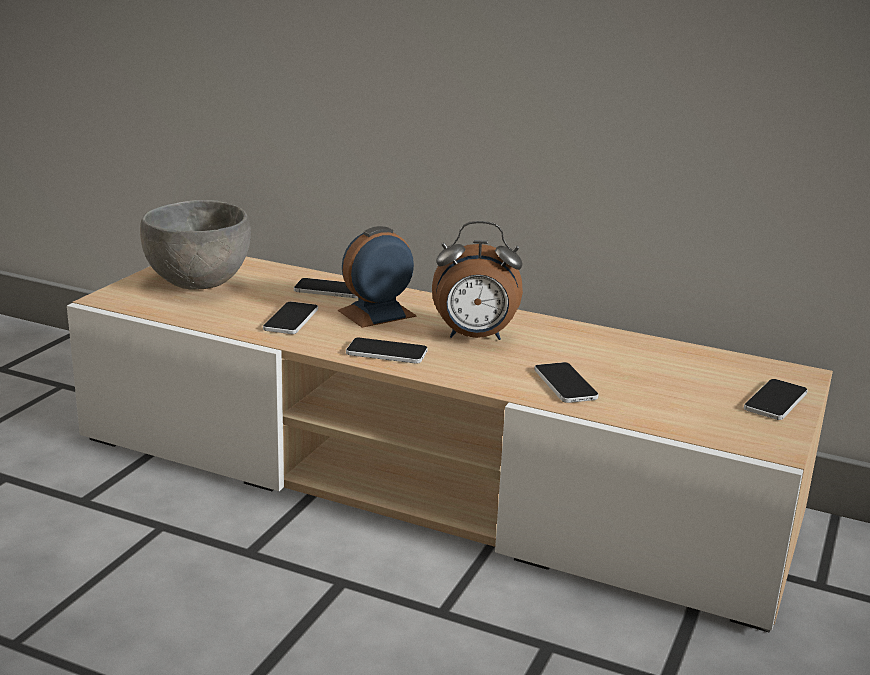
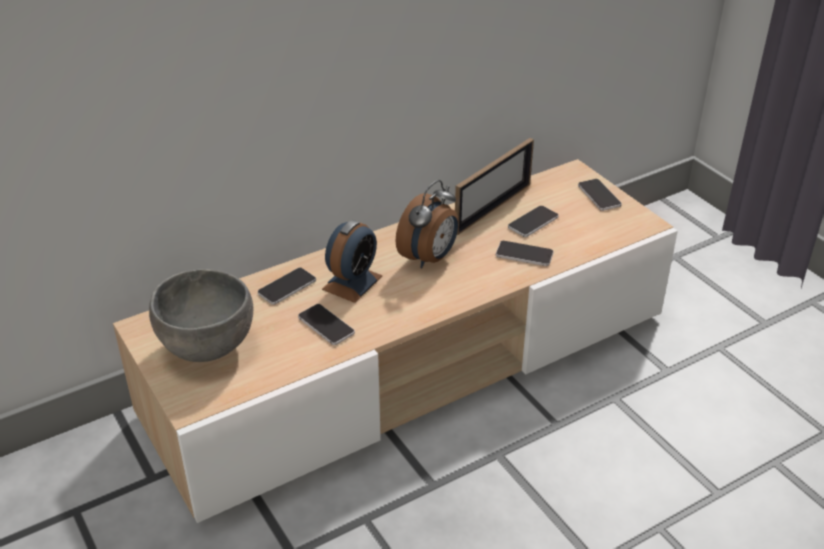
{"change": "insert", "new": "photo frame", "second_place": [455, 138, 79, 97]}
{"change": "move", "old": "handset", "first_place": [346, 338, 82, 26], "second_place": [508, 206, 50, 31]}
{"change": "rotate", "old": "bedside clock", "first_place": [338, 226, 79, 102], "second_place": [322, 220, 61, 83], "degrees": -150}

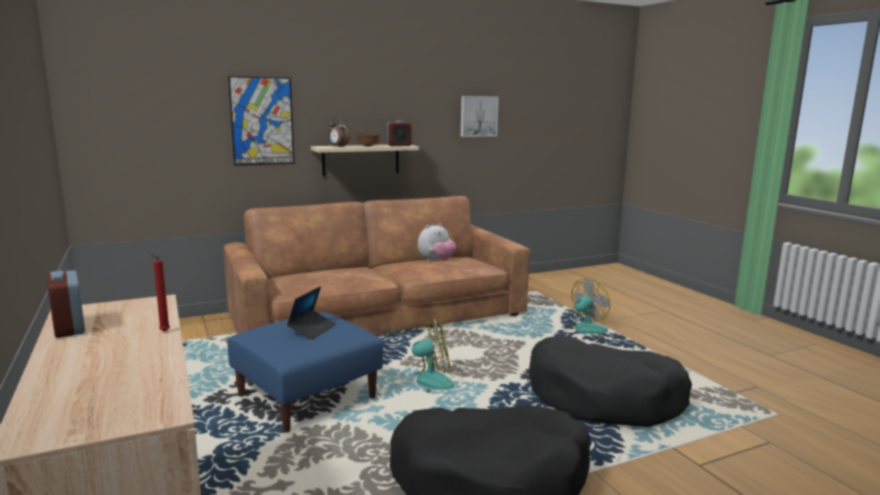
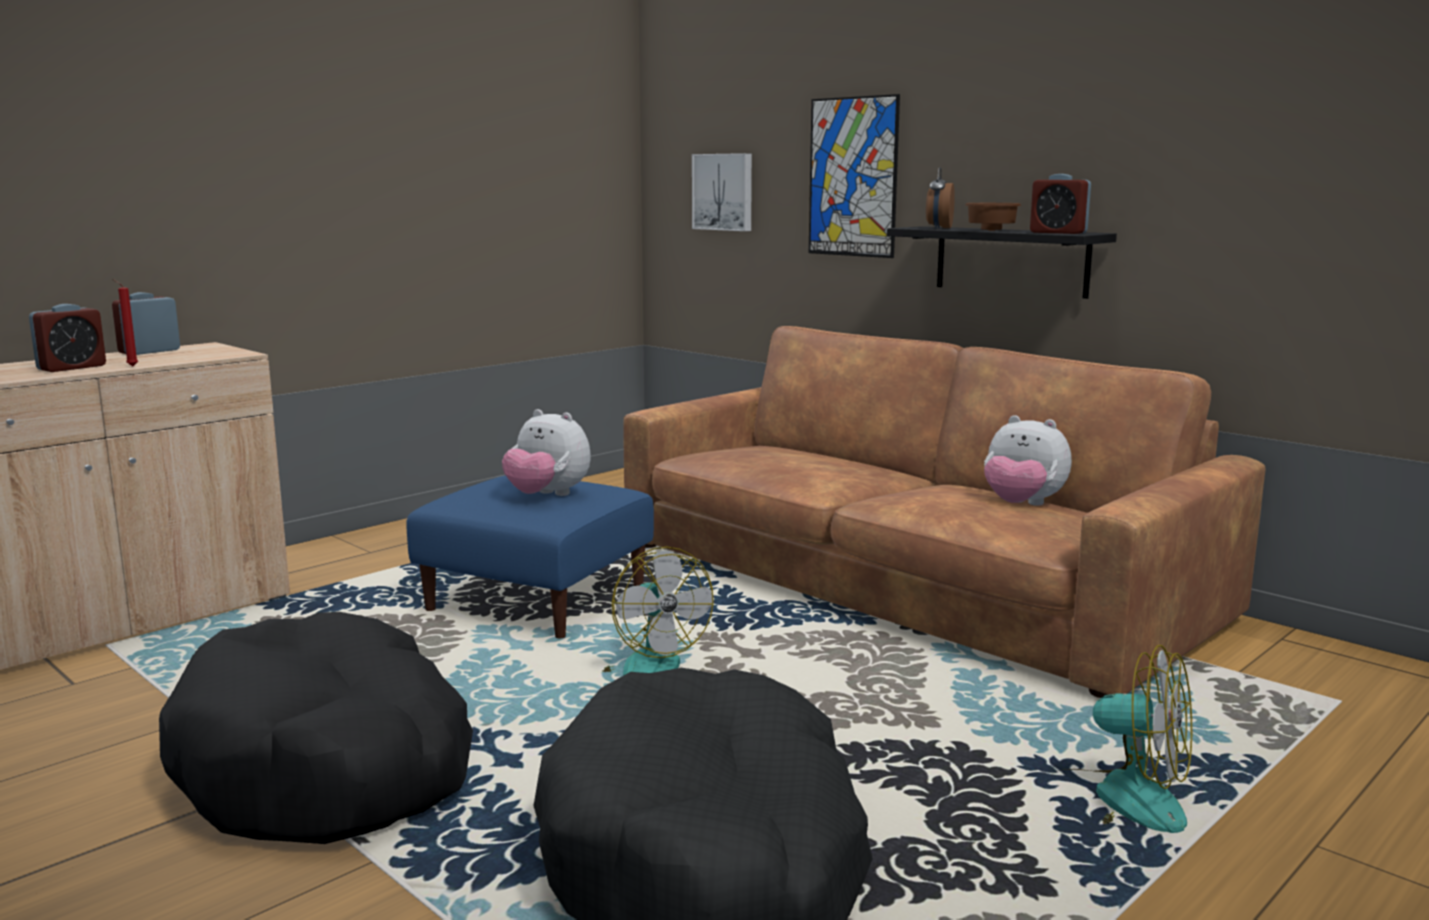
{"change": "insert", "new": "bedside clock", "second_place": [29, 304, 77, 68]}
{"change": "move", "old": "picture", "first_place": [461, 96, 38, 41], "second_place": [692, 153, 60, 78]}
{"change": "replace", "old": "laptop", "new": "cuddly toy", "first_place": [287, 286, 49, 54], "second_place": [502, 409, 88, 87]}
{"change": "recolor", "old": "shelf in sand-coloured", "new": "shelf in blackish", "first_place": [311, 145, 108, 31], "second_place": [887, 226, 230, 73]}

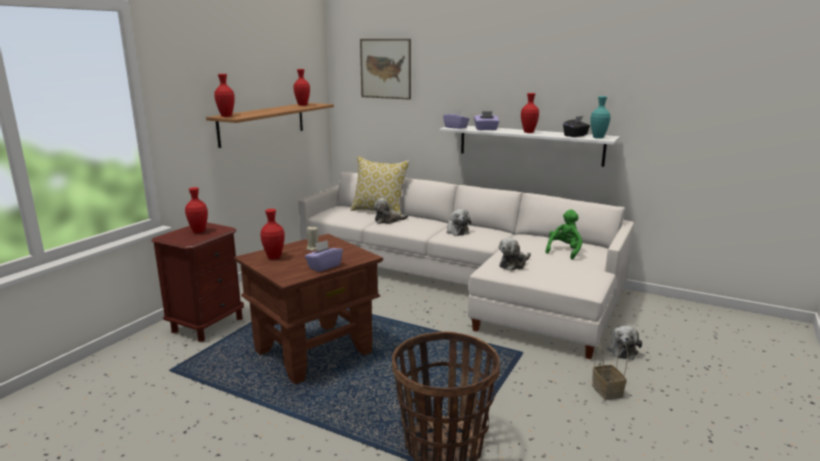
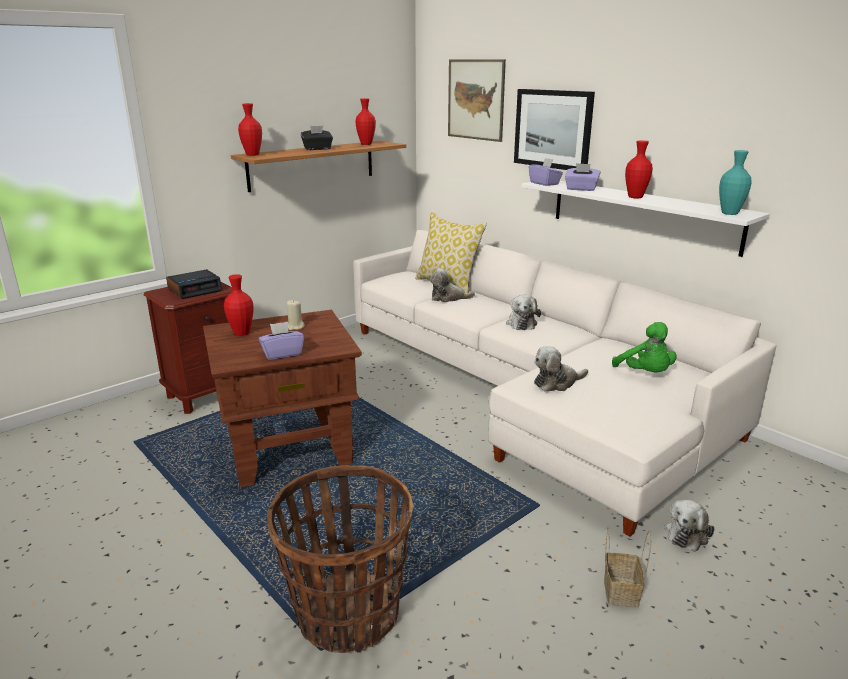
{"change": "insert", "new": "picture", "second_place": [514, 89, 81, 81]}
{"change": "move", "old": "tissue box in blackish", "first_place": [563, 116, 27, 21], "second_place": [301, 126, 32, 24]}
{"change": "replace", "old": "flower vase in reddish", "new": "bedside clock", "first_place": [185, 187, 23, 46], "second_place": [166, 269, 56, 30]}
{"change": "rotate", "old": "cuddly toy in greenish", "first_place": [545, 209, 38, 50], "second_place": [612, 322, 65, 51], "degrees": 105}

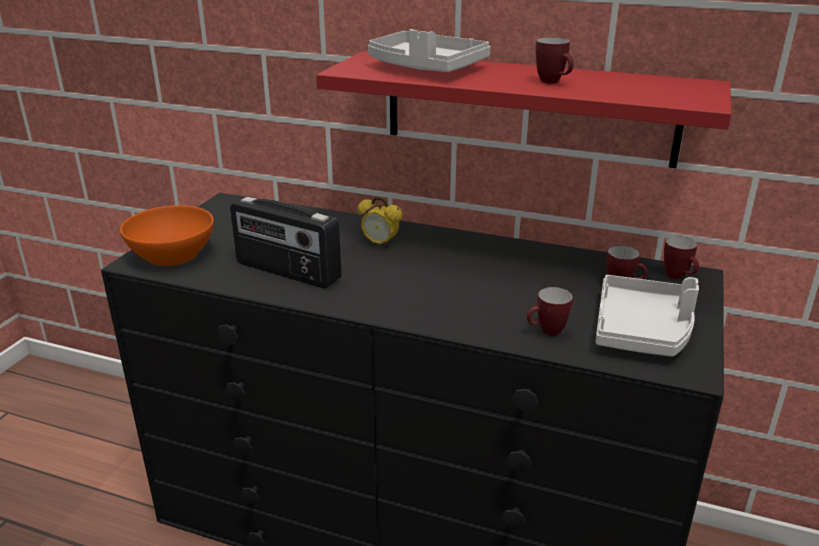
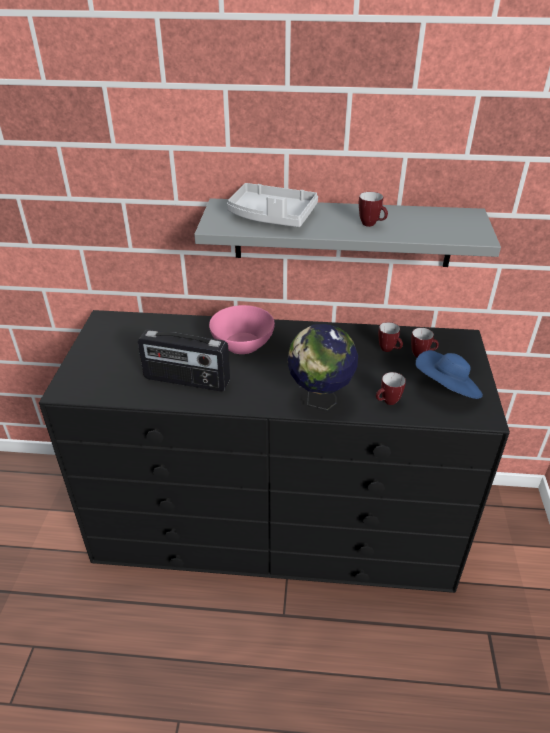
{"change": "delete", "old": "bowl in orange", "first_place": [120, 205, 94, 61]}
{"change": "insert", "new": "desk globe", "second_place": [287, 324, 71, 86]}
{"change": "move", "old": "mug", "first_place": [664, 236, 35, 43], "second_place": [378, 322, 25, 30]}
{"change": "replace", "old": "bedside clock", "new": "bowl in pink-coloured", "first_place": [358, 197, 44, 51], "second_place": [209, 305, 66, 49]}
{"change": "replace", "old": "tray in grey", "new": "clothing hat in blue", "first_place": [596, 275, 103, 82], "second_place": [415, 350, 68, 49]}
{"change": "recolor", "old": "shelf in reddish", "new": "shelf in grey", "first_place": [316, 51, 416, 117], "second_place": [194, 198, 307, 69]}

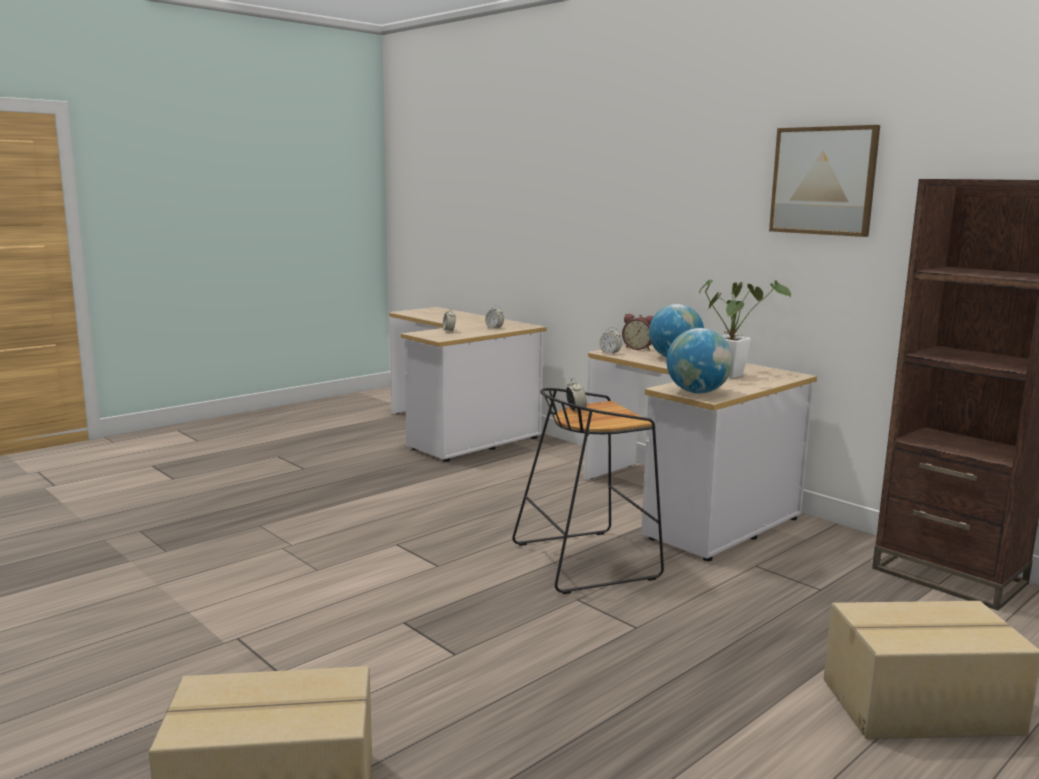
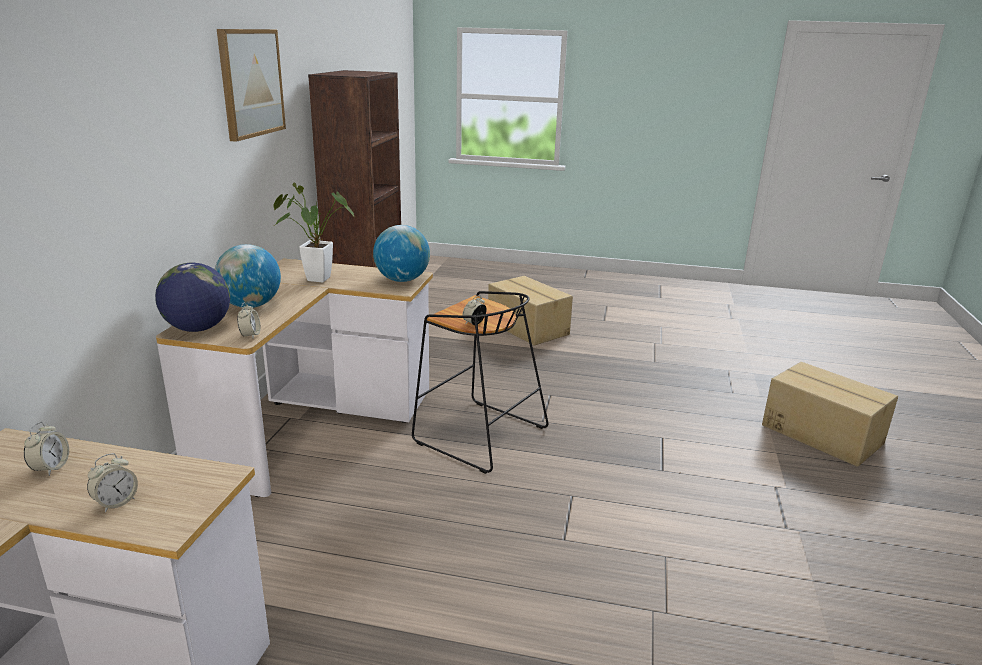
{"change": "replace", "old": "bedside clock", "new": "desk globe", "first_place": [622, 314, 32, 36], "second_place": [155, 262, 75, 70]}

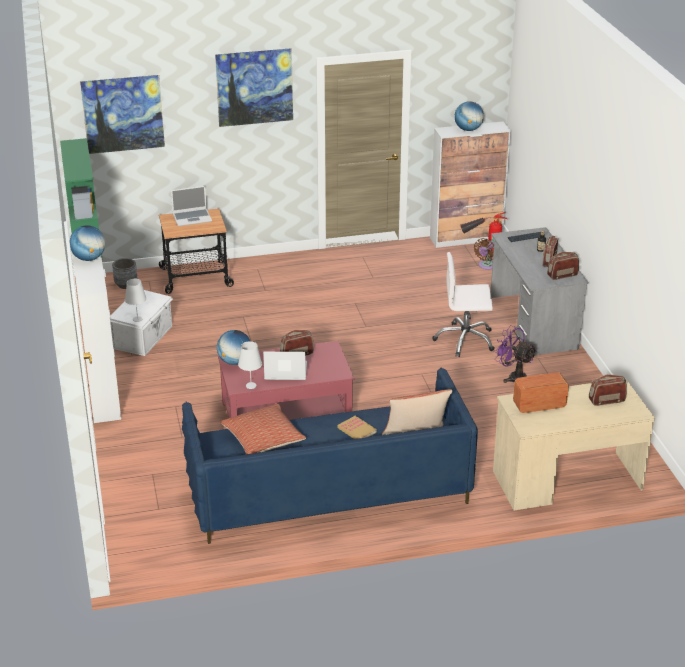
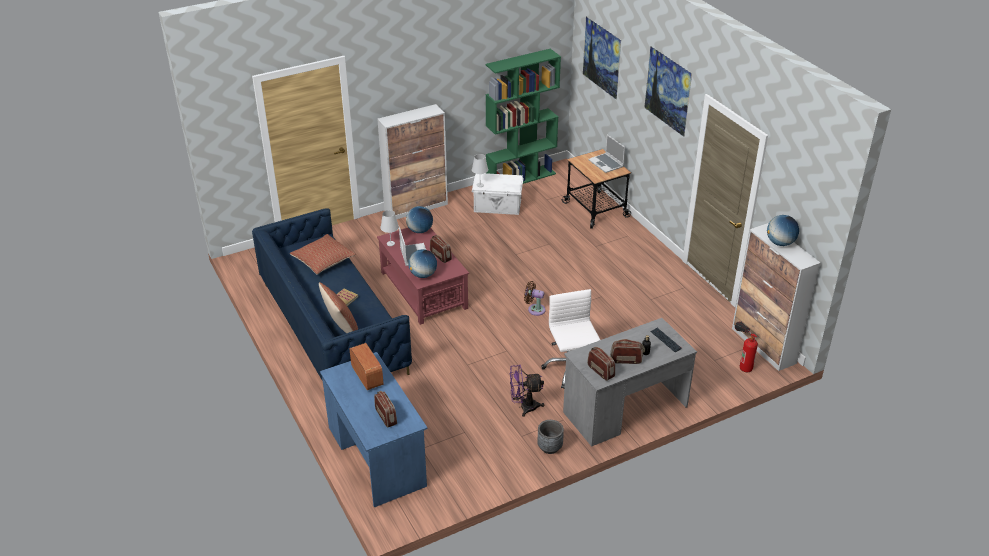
{"change": "move", "old": "desk globe", "first_place": [70, 225, 35, 36], "second_place": [408, 249, 29, 29]}
{"change": "move", "old": "flower pot in grey", "first_place": [112, 258, 25, 31], "second_place": [537, 420, 27, 34]}
{"change": "move", "old": "electric fan in brown-coloured", "first_place": [474, 238, 20, 32], "second_place": [524, 281, 22, 35]}
{"change": "recolor", "old": "desk unit in sand-coloured", "new": "desk unit in blue", "first_place": [493, 378, 162, 132], "second_place": [320, 352, 108, 155]}
{"change": "rotate", "old": "electric fan in purple", "first_place": [494, 325, 43, 58], "second_place": [510, 365, 34, 52], "degrees": -120}

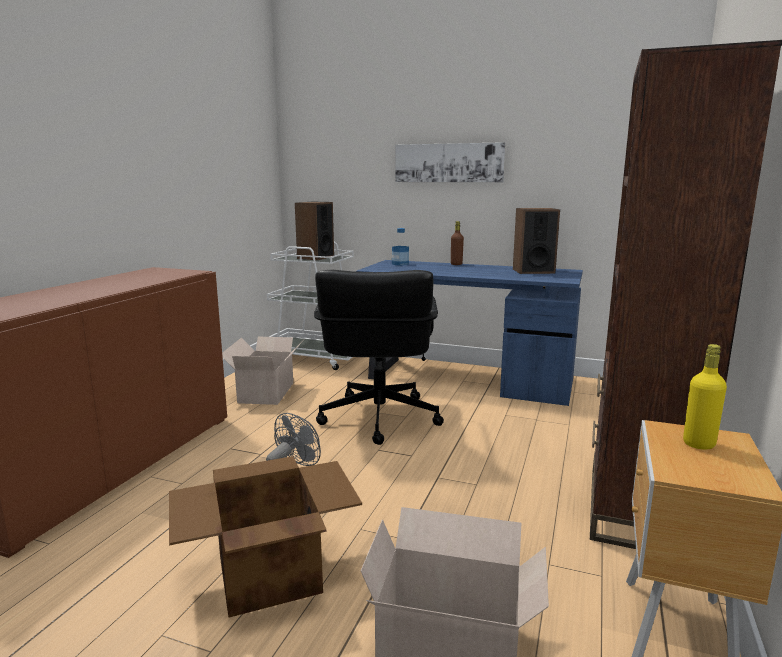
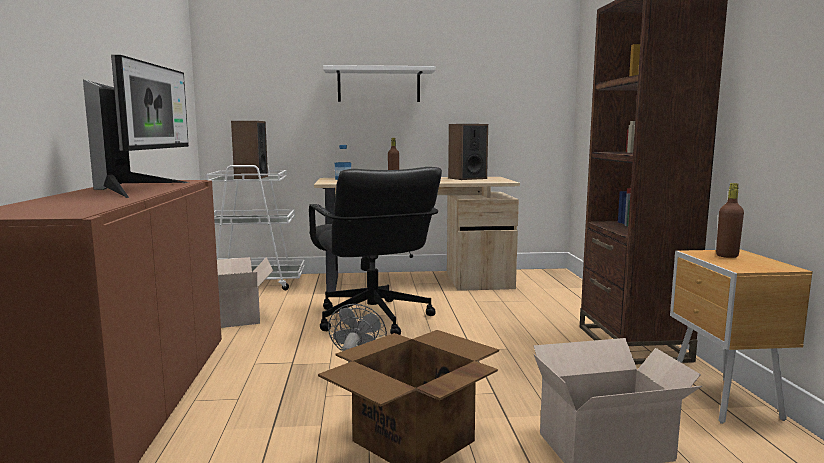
{"change": "insert", "new": "monitor", "second_place": [83, 55, 106, 143]}
{"change": "replace", "old": "picture", "new": "shelf in white-coloured", "first_place": [395, 142, 110, 40], "second_place": [323, 65, 113, 37]}
{"change": "recolor", "old": "desk unit in blue", "new": "desk unit in sand-coloured", "first_place": [356, 260, 227, 146], "second_place": [314, 177, 206, 115]}
{"change": "recolor", "old": "bottle in yellow-coloured", "new": "bottle in brown-coloured", "first_place": [683, 344, 44, 105], "second_place": [716, 183, 28, 75]}

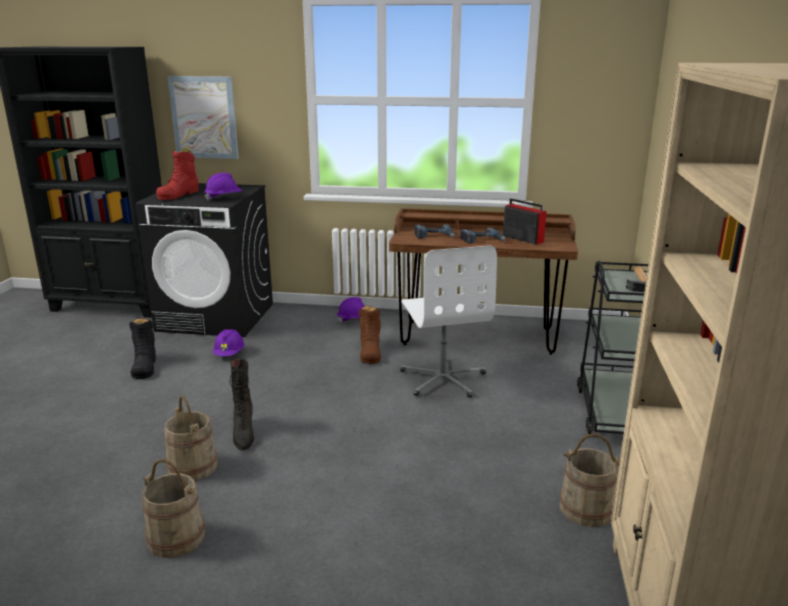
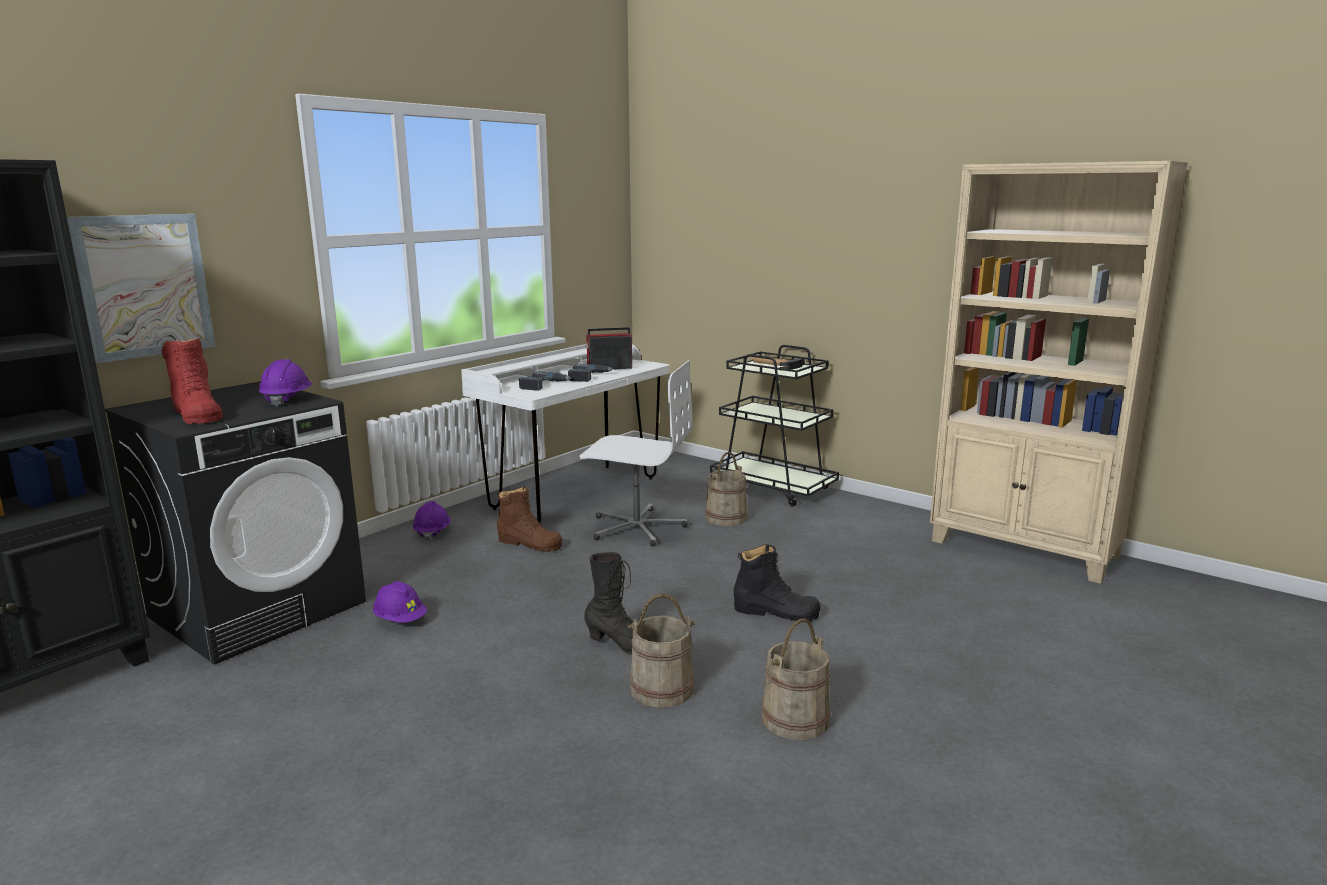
{"change": "move", "old": "boot in blackish", "first_place": [129, 318, 27, 61], "second_place": [734, 544, 86, 78]}
{"change": "move", "old": "pail in sand-coloured", "first_place": [560, 434, 60, 93], "second_place": [705, 452, 43, 74]}
{"change": "recolor", "old": "desk unit in brown-coloured", "new": "desk unit in white-coloured", "first_place": [389, 208, 189, 147], "second_place": [461, 344, 209, 179]}

